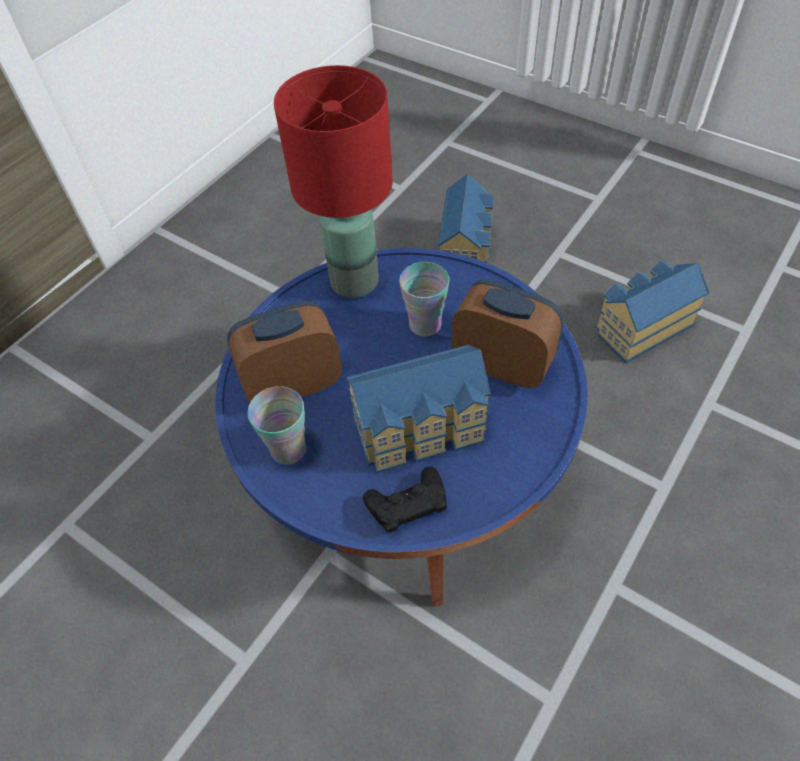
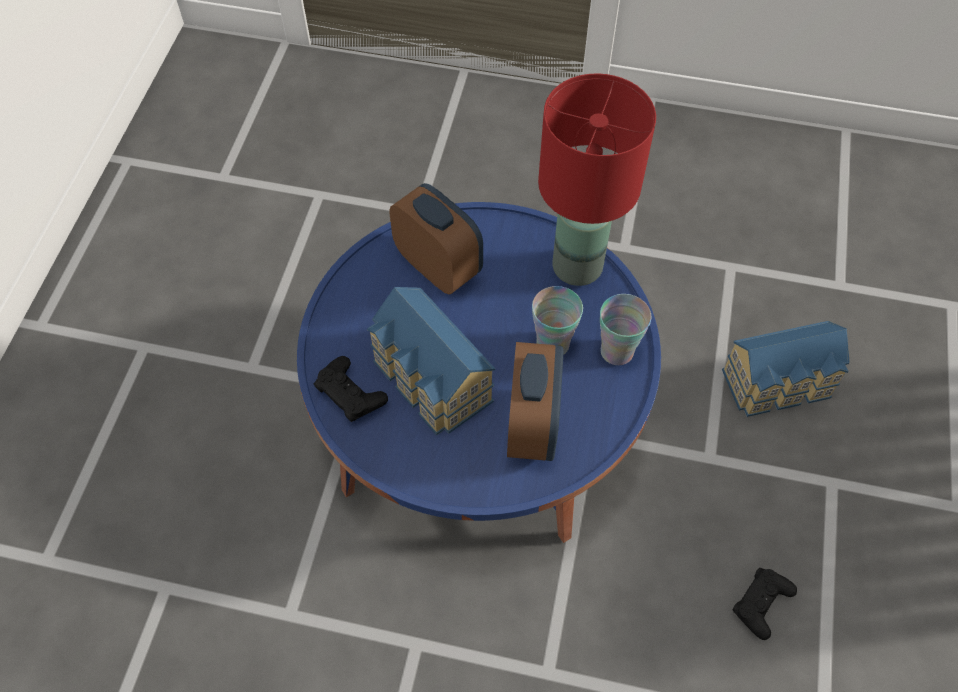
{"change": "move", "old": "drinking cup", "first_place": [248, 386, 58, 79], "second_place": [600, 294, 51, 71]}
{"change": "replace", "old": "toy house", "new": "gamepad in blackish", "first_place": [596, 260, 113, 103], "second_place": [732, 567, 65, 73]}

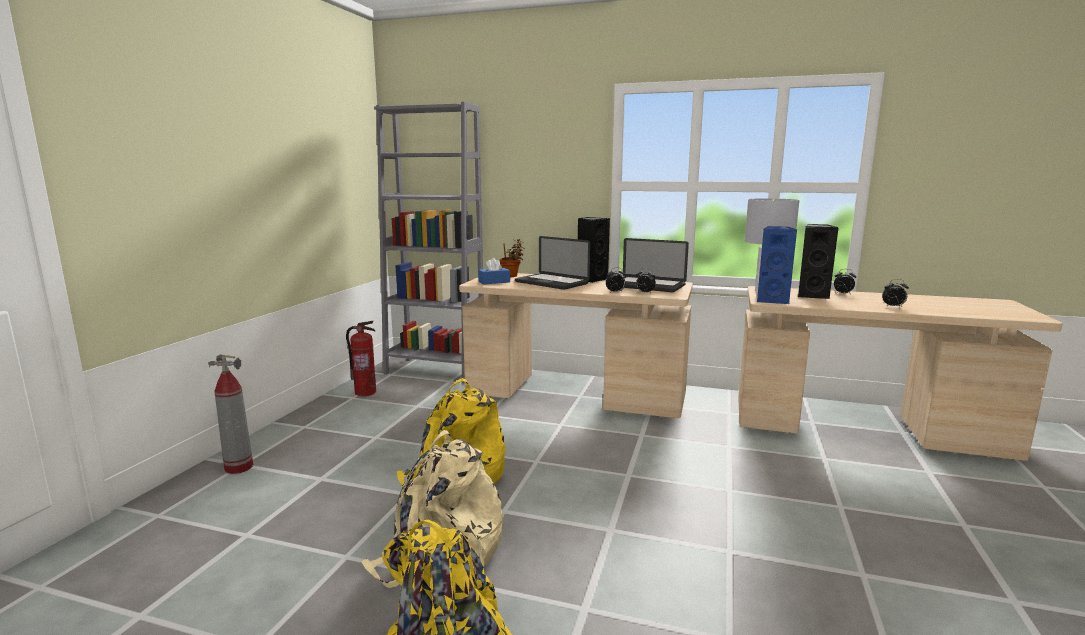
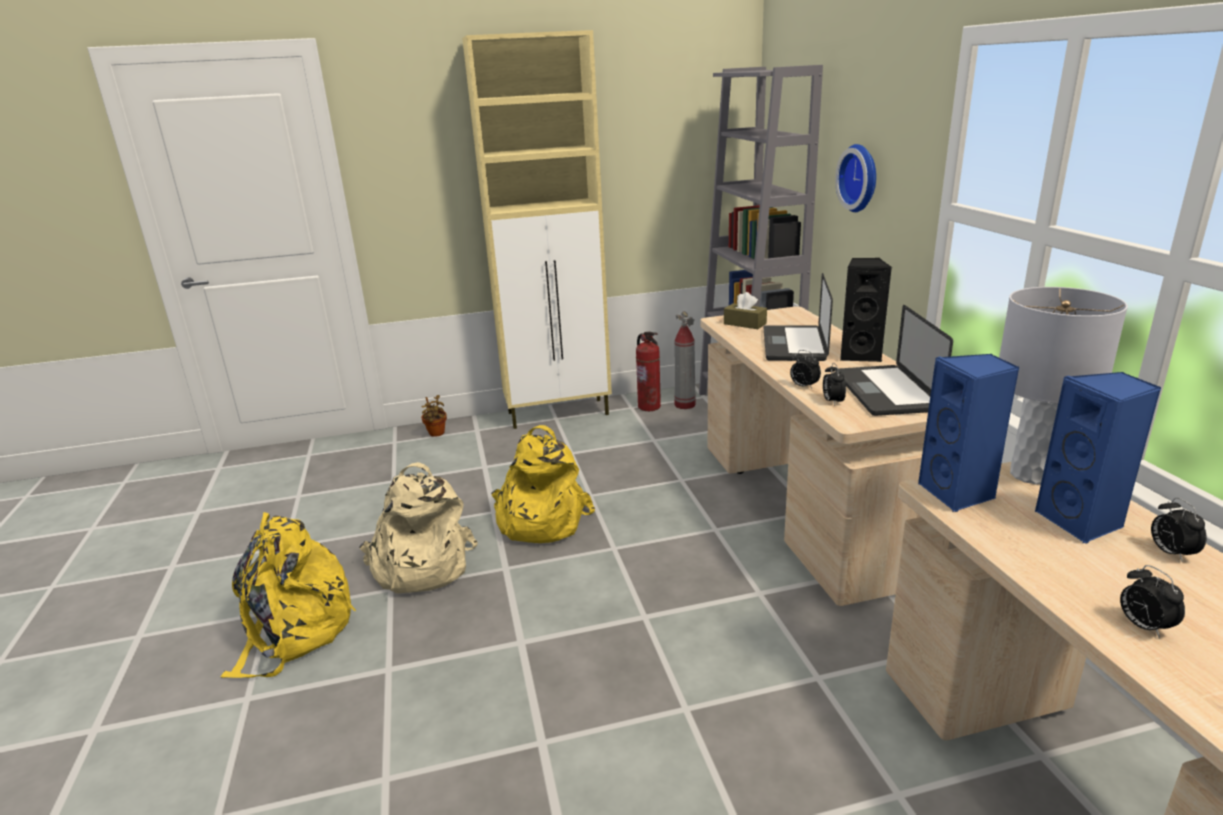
{"change": "insert", "new": "cupboard in sand-coloured", "second_place": [462, 30, 150, 399]}
{"change": "insert", "new": "wall clock", "second_place": [835, 144, 41, 68]}
{"change": "move", "old": "fire extinguisher", "first_place": [208, 354, 45, 120], "second_place": [674, 311, 22, 98]}
{"change": "move", "old": "plant in a pot", "first_place": [500, 239, 25, 38], "second_place": [421, 395, 26, 42]}
{"change": "recolor", "old": "tissue box in blue", "new": "tissue box in brown-coloured", "first_place": [478, 258, 32, 27], "second_place": [724, 292, 43, 37]}
{"change": "recolor", "old": "loudspeaker in blackish", "new": "loudspeaker in blue", "first_place": [798, 224, 41, 75], "second_place": [1035, 372, 126, 172]}

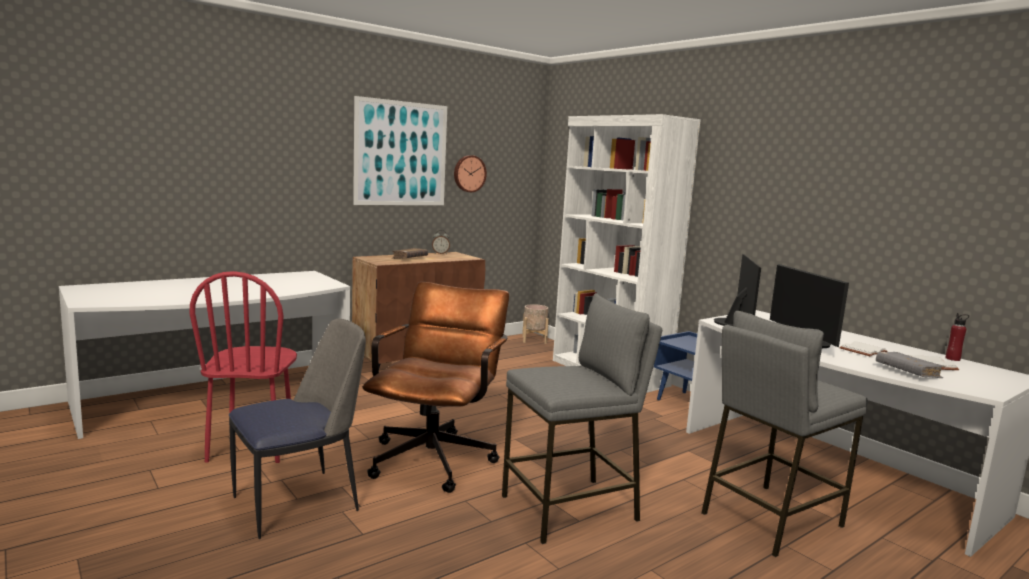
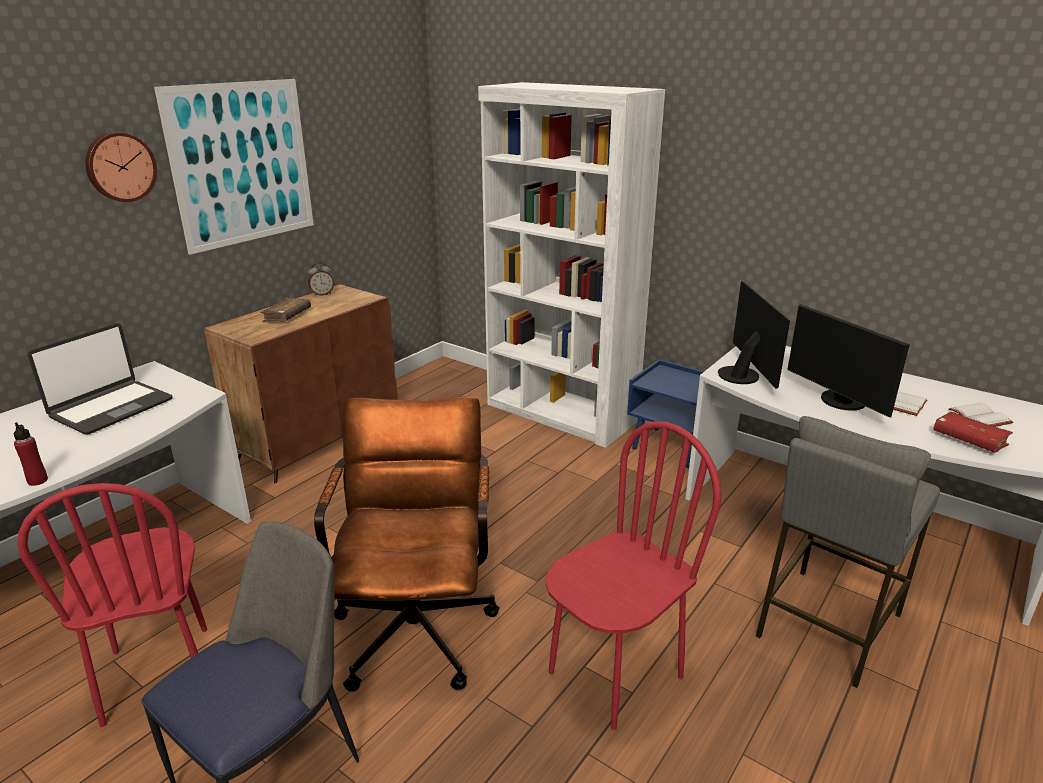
{"change": "delete", "old": "flower pot in sand-coloured", "first_place": [522, 304, 27, 40]}
{"change": "insert", "new": "laptop", "second_place": [27, 323, 146, 111]}
{"change": "move", "old": "wall clock", "first_place": [454, 155, 33, 37], "second_place": [85, 132, 72, 70]}
{"change": "move", "old": "bottle in reddish", "first_place": [946, 313, 23, 48], "second_place": [14, 422, 34, 64]}
{"change": "replace", "old": "sitting stool in grey", "new": "upright chair in reddish", "first_place": [502, 293, 160, 251], "second_place": [545, 421, 176, 309]}
{"change": "recolor", "old": "book in grey", "new": "book in reddish", "first_place": [876, 352, 69, 26], "second_place": [933, 412, 80, 41]}

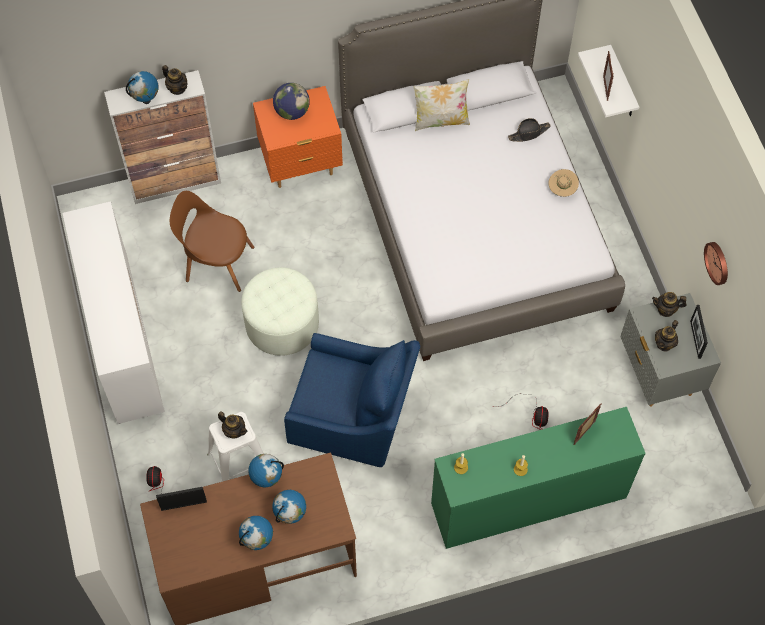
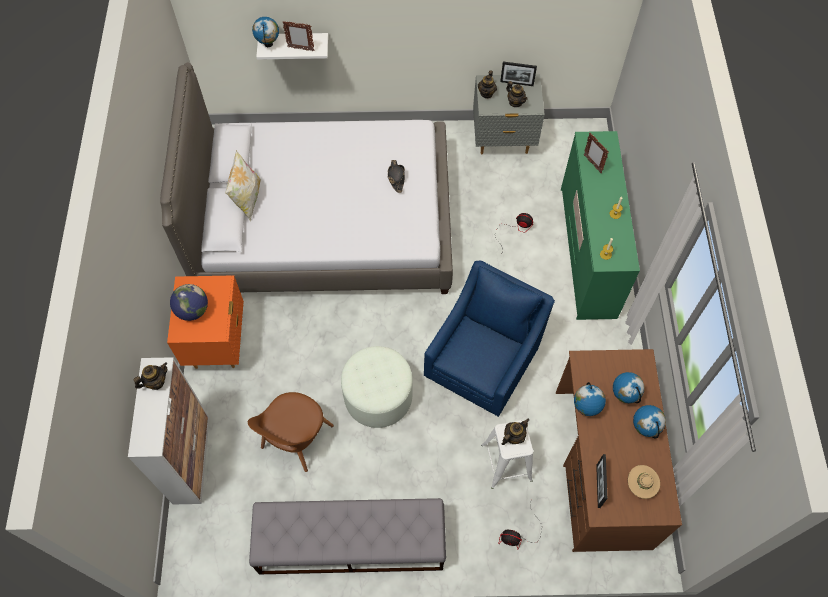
{"change": "delete", "old": "wall clock", "first_place": [704, 242, 24, 43]}
{"change": "move", "old": "desk globe", "first_place": [126, 71, 33, 33], "second_place": [252, 17, 27, 30]}
{"change": "move", "old": "clothing hat in blackish", "first_place": [508, 118, 43, 24], "second_place": [388, 160, 17, 33]}
{"change": "move", "old": "clothing hat in sand-coloured", "first_place": [548, 169, 31, 28], "second_place": [628, 465, 32, 34]}
{"change": "replace", "old": "drawer chest in white-coloured", "new": "indoor bench in grey", "first_place": [62, 201, 103, 223], "second_place": [249, 498, 197, 77]}

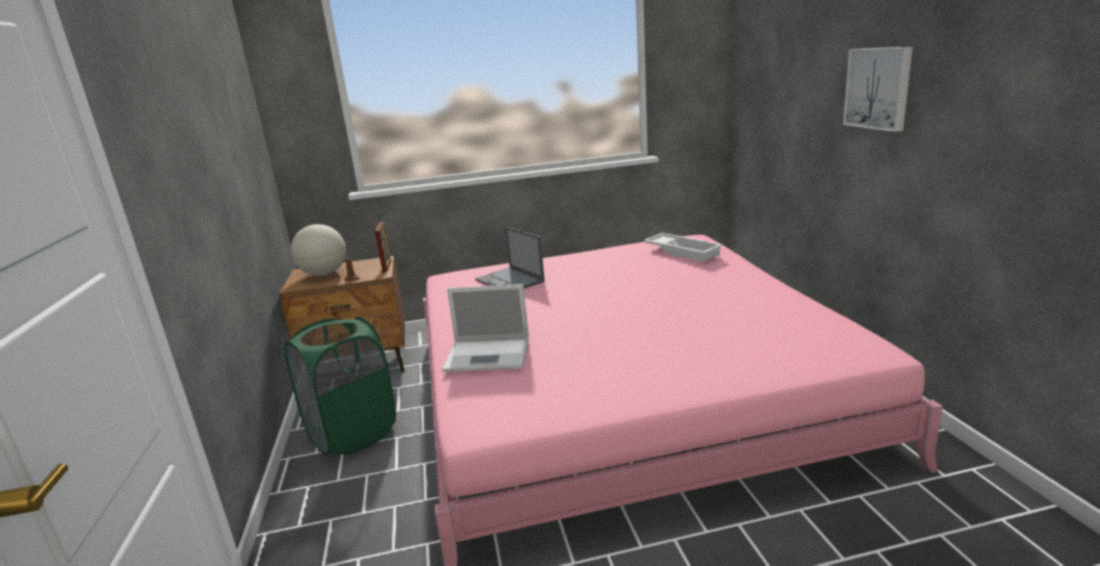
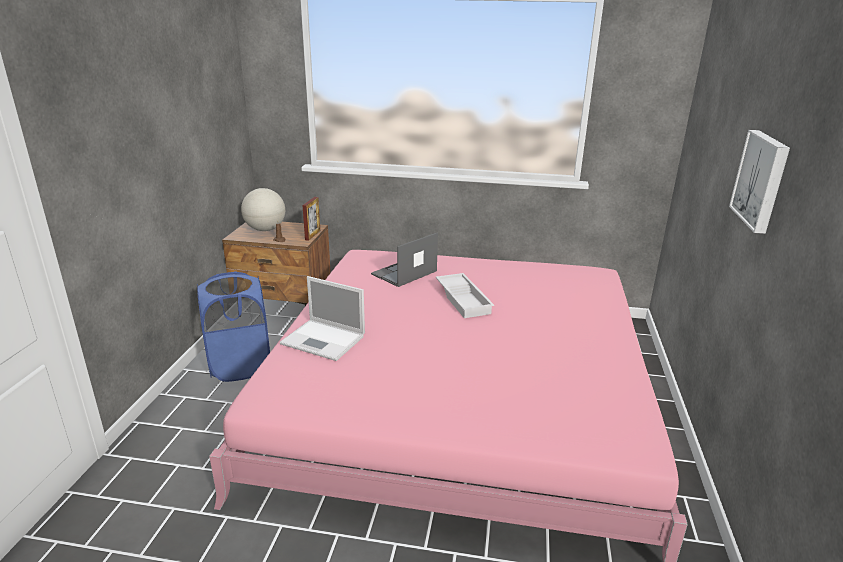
{"change": "move", "old": "tray in white-coloured", "first_place": [644, 233, 79, 29], "second_place": [436, 273, 58, 45]}
{"change": "recolor", "old": "washing basket in greenish", "new": "washing basket in blue", "first_place": [284, 317, 112, 139], "second_place": [197, 272, 73, 110]}
{"change": "rotate", "old": "laptop", "first_place": [475, 227, 70, 62], "second_place": [371, 233, 67, 54], "degrees": 60}

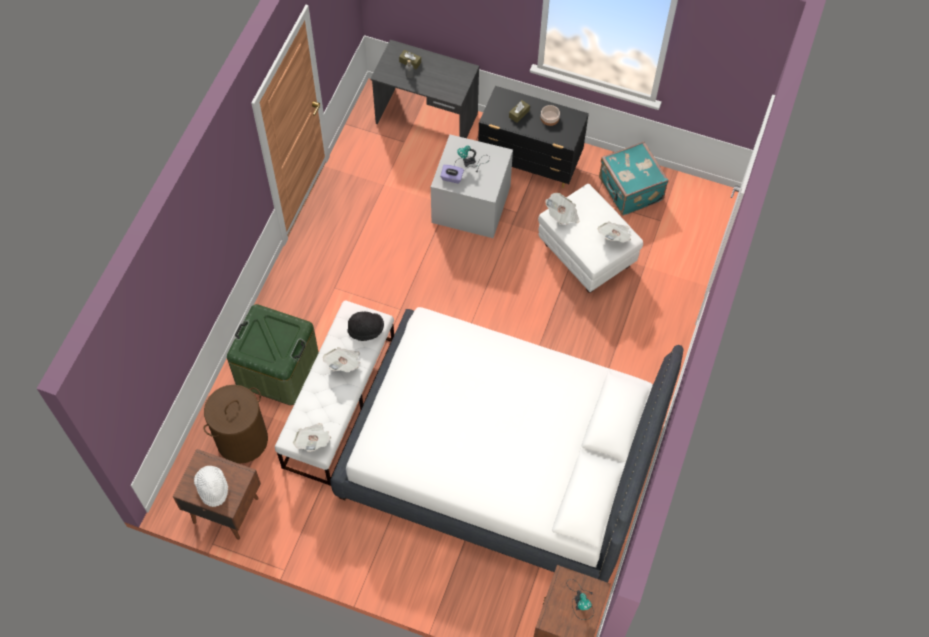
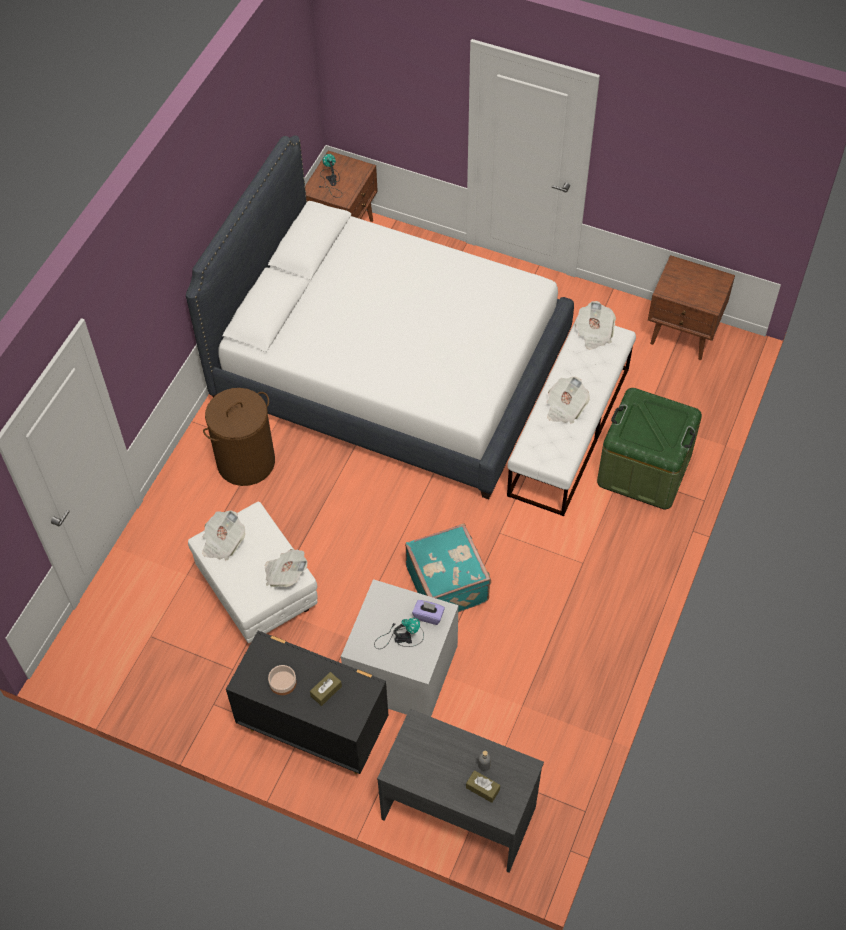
{"change": "delete", "old": "clothing hat in white-coloured", "first_place": [194, 466, 34, 41]}
{"change": "delete", "old": "clothing hat in blackish", "first_place": [347, 312, 37, 29]}
{"change": "move", "old": "washing basket in brown-coloured", "first_place": [204, 385, 64, 78], "second_place": [203, 388, 72, 98]}
{"change": "move", "old": "travel case in blue-green", "first_place": [599, 141, 70, 75], "second_place": [405, 523, 86, 89]}

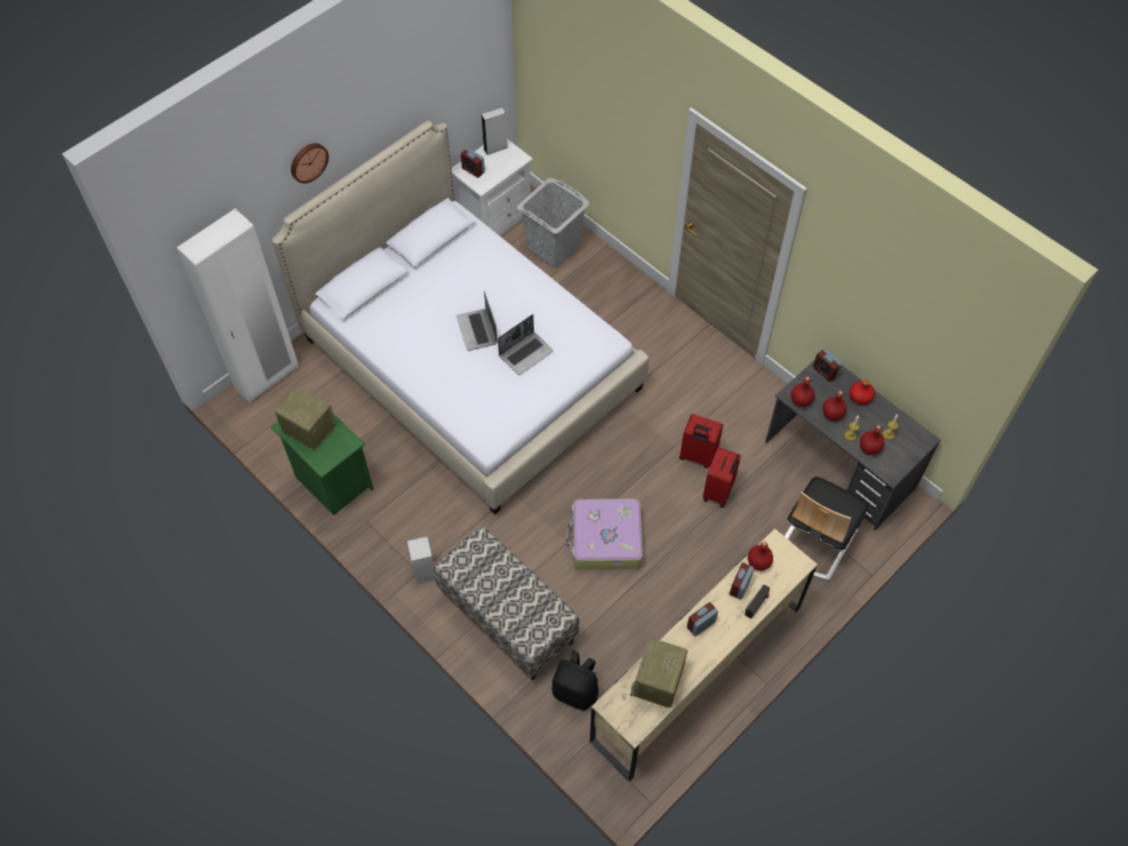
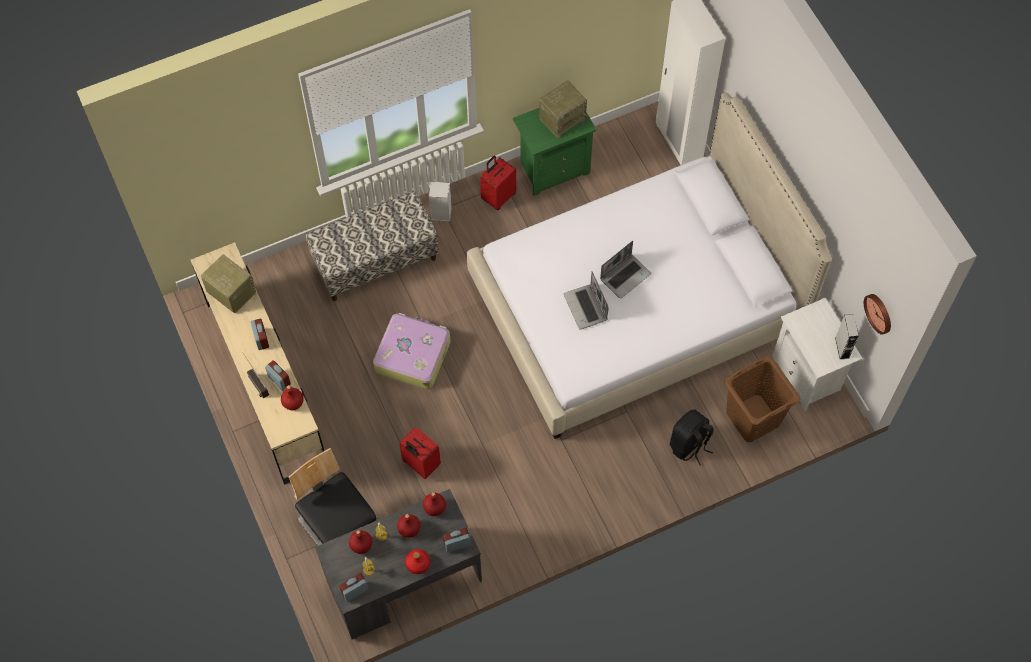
{"change": "move", "old": "wall clock", "first_place": [291, 143, 38, 40], "second_place": [864, 294, 27, 41]}
{"change": "move", "old": "bedside clock", "first_place": [461, 148, 24, 30], "second_place": [339, 573, 29, 29]}
{"change": "move", "old": "knapsack in blackish", "first_place": [552, 651, 47, 59], "second_place": [670, 409, 43, 56]}
{"change": "move", "old": "travel case in reddish", "first_place": [679, 414, 44, 54], "second_place": [480, 156, 36, 54]}
{"change": "recolor", "old": "washing basket in grey", "new": "washing basket in brown-coloured", "first_place": [517, 178, 73, 89], "second_place": [724, 356, 76, 86]}
{"change": "rotate", "old": "laptop", "first_place": [456, 291, 41, 60], "second_place": [600, 241, 51, 58], "degrees": 135}

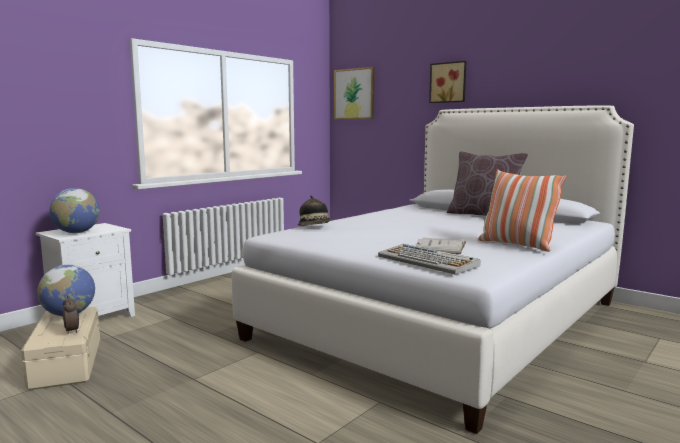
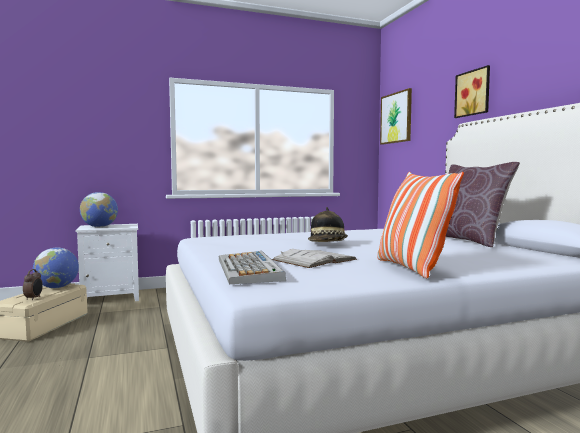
{"change": "move", "old": "clothing hat", "first_place": [298, 195, 34, 31], "second_place": [308, 207, 40, 35]}

